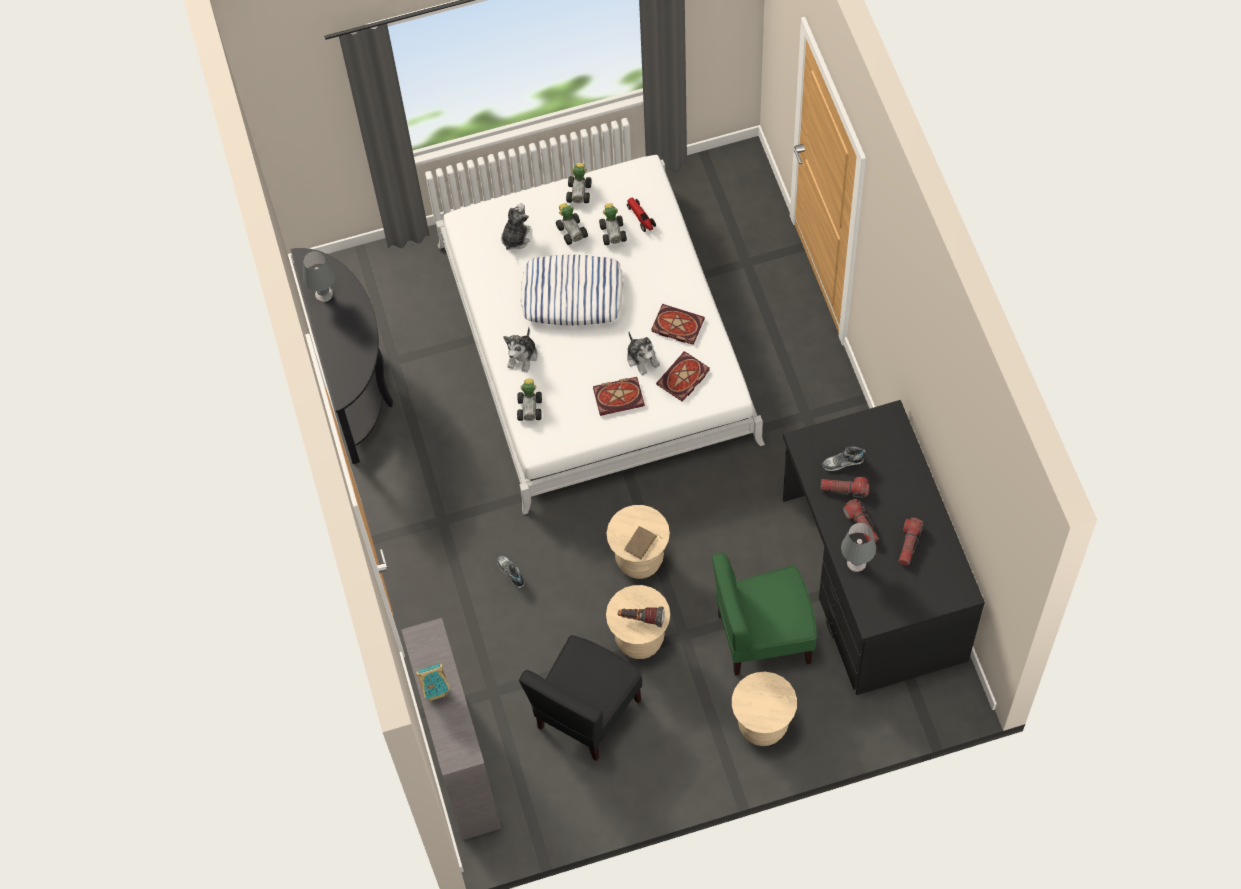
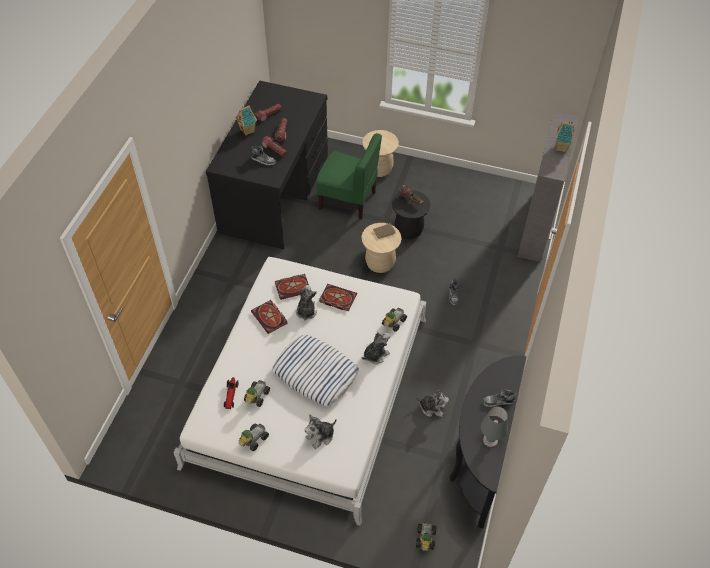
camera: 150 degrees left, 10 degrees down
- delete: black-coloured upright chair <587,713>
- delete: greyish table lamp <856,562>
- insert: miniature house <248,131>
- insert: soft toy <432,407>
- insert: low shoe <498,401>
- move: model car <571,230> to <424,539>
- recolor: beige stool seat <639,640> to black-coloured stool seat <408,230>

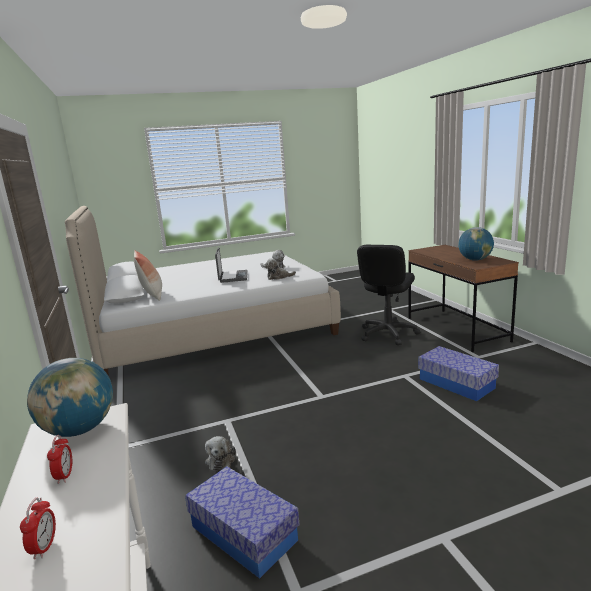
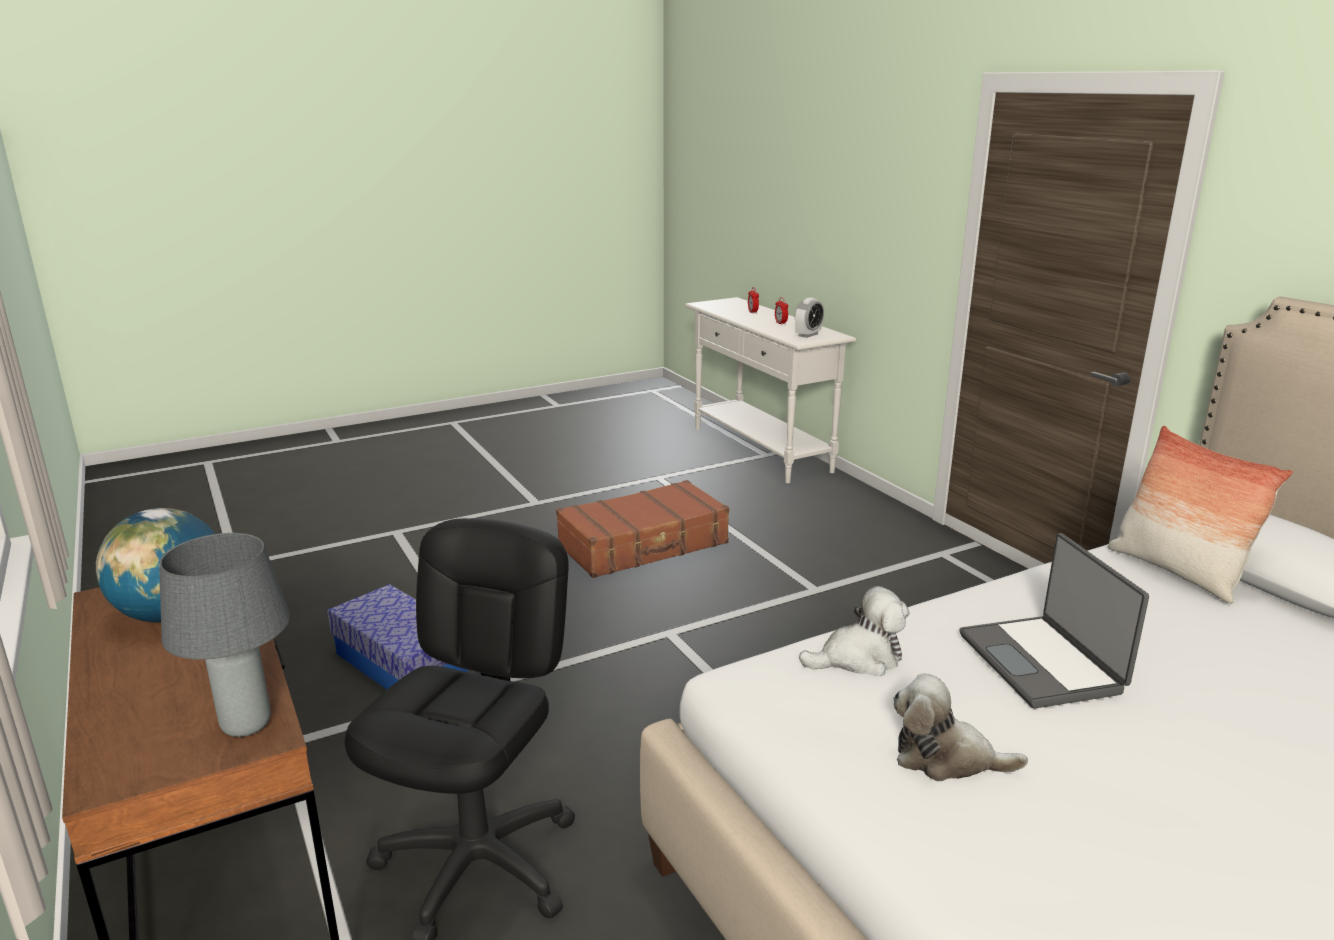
camera: 170 degrees right, 5 degrees up
- delete: storage container <243,533>
- delete: soft toy <220,460>
- insert: greyish table lamp <248,725>
- insert: brownish piece of luggage <644,545>
- replace: desk globe <79,430> to bedside clock <808,335>

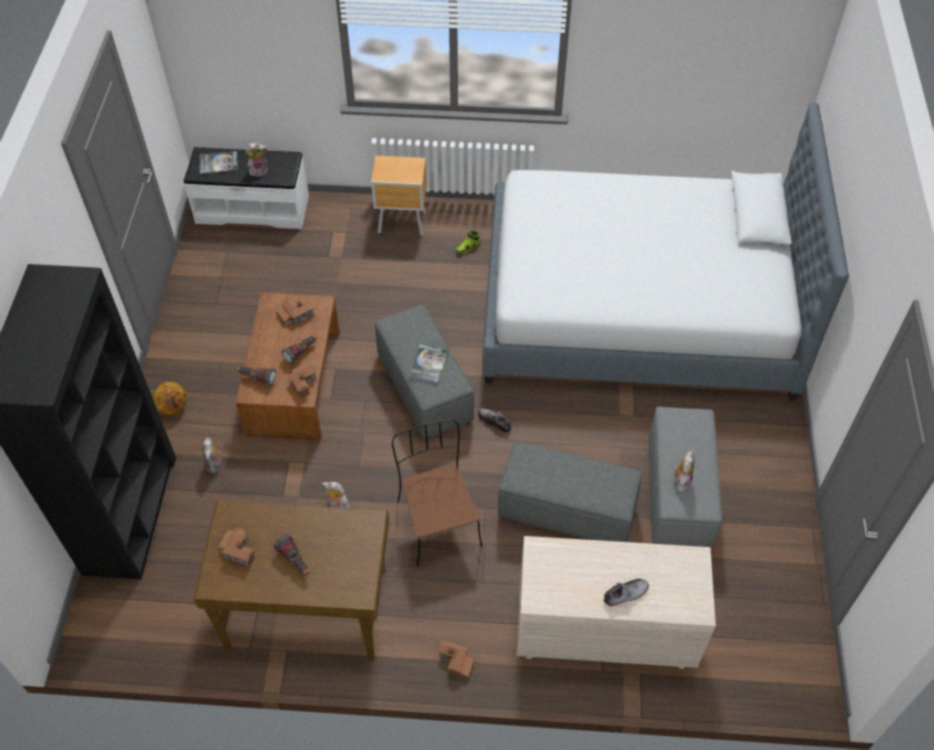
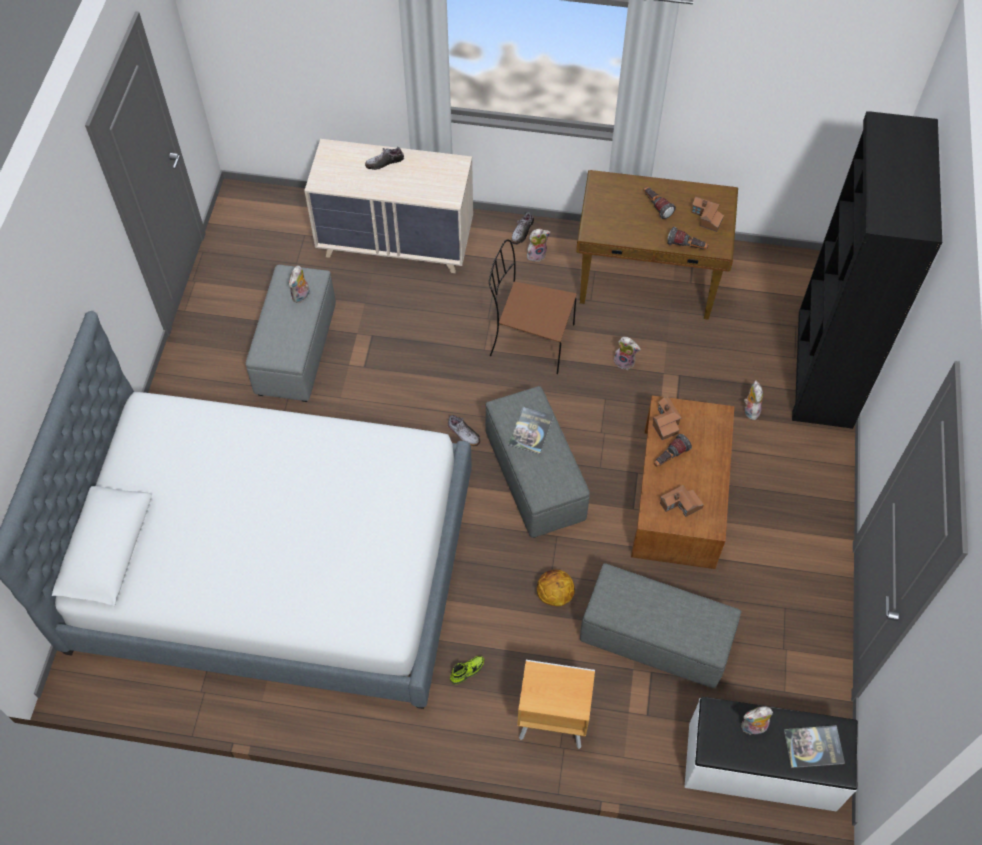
camera: 175 degrees left, 5 degrees up
- insert: soft toy <536,254>
- move: ball for basketball <173,407> to <554,595>
- move: hand torch <257,379> to <686,246>
- move: greyish footrest <567,510> to <653,638>
- replace: miniature house <455,662> to low shoe <522,232>
- rotate: brownish upright chair <437,522> = <529,340> 120 degrees clockwise

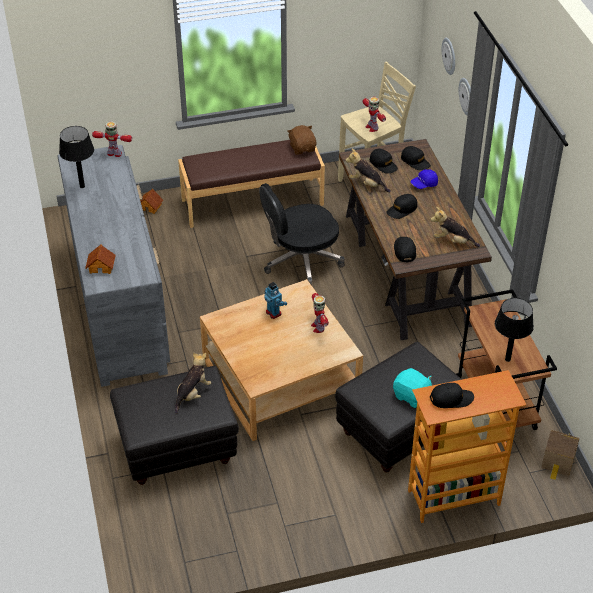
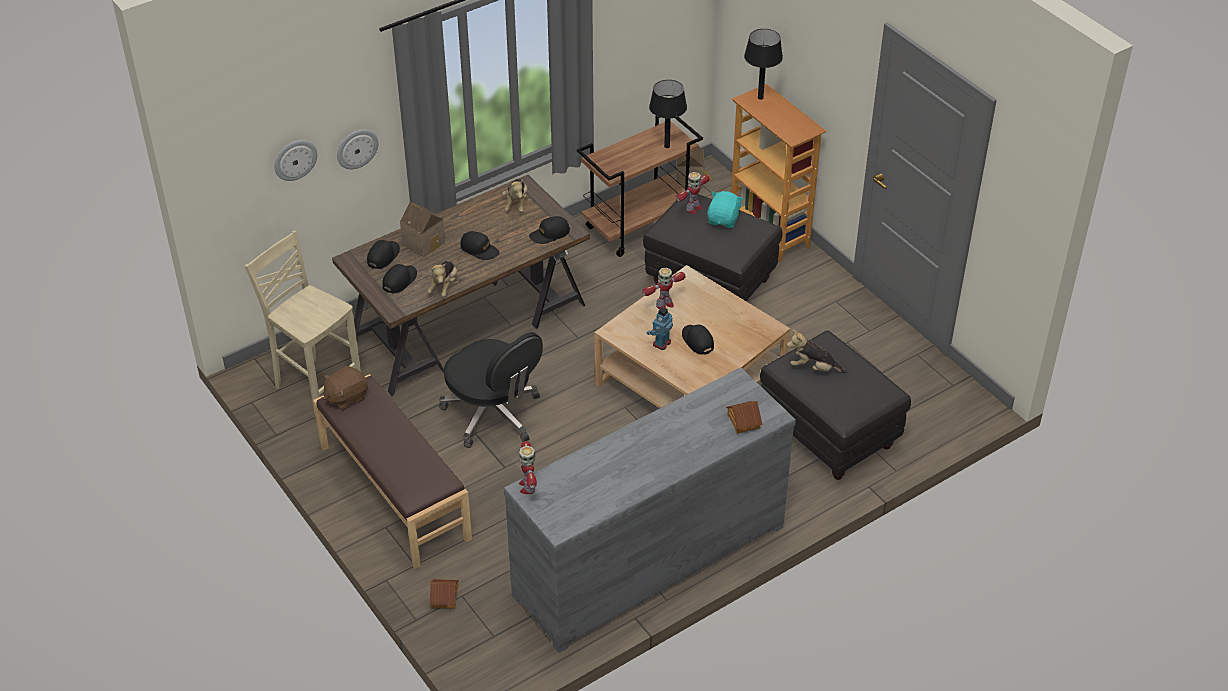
camera: 110 degrees left, 0 degrees up
- move: black-coloured table lamp <82,186> to <760,98>
- move: toy robot <372,127> to <693,208>
- move: black-coloured peaked cap <451,399> to <697,341>
- replace: bluish peaked cap <424,184> to miniature house <425,242>

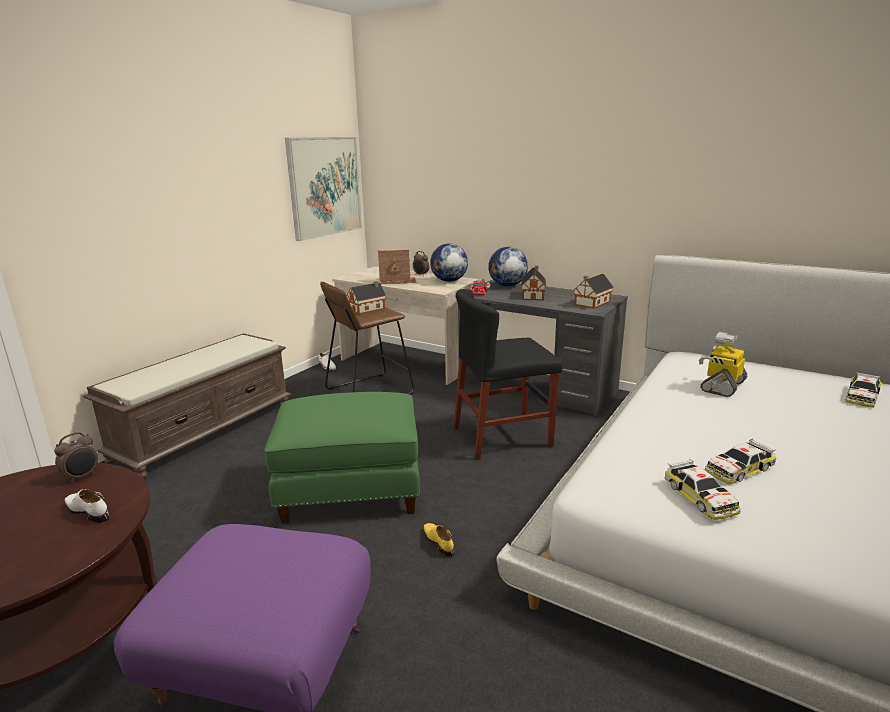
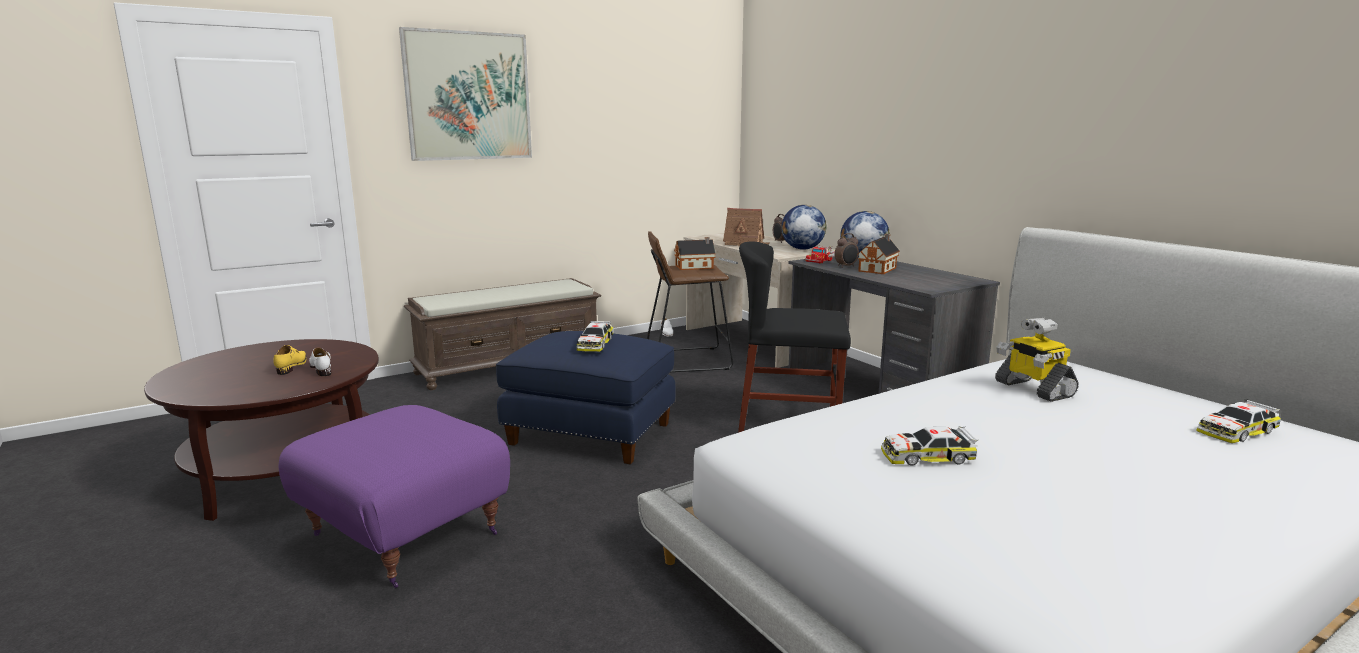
camera: 25 degrees right, 5 degrees down
- delete: miniature house <591,303>
- move: bedside clock <82,477> to <846,266>
- move: wall art <325,187> to <468,96>
- move: yellow-coloured low shoe <438,542> to <292,366>
- move: model car <700,497> to <595,344>
- recolor: green footrest <351,489> to bluish footrest <592,433>
- rotate: toy robot <721,386> = <1032,389> 90 degrees counterclockwise

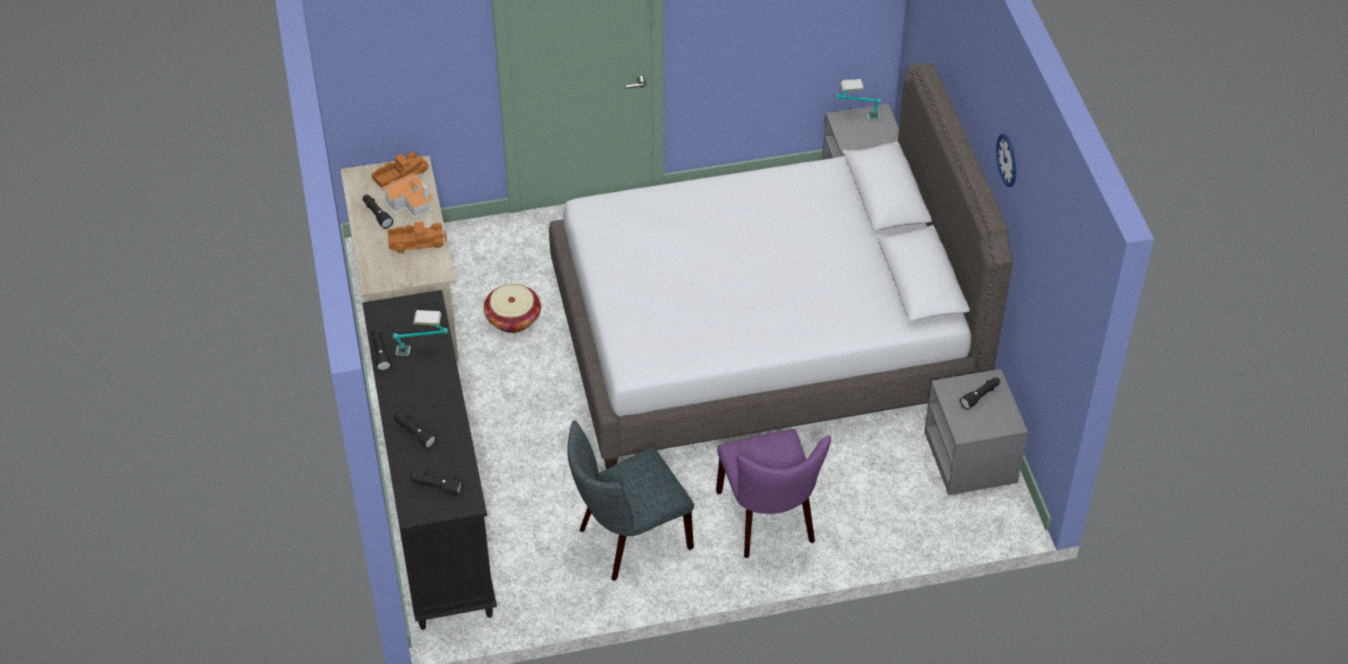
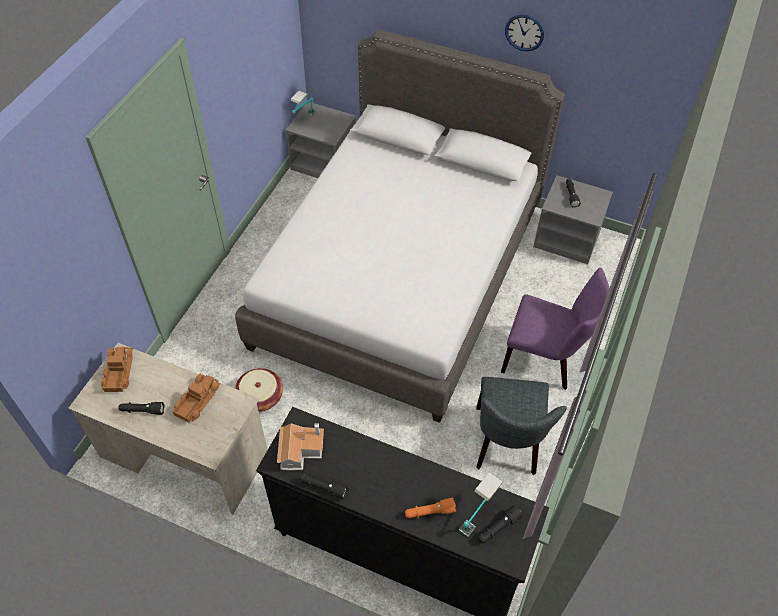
camera: 55 degrees left, 5 degrees up
- move: miniature house <410,203> to <300,450>
- move: table lamp <423,352> to <478,514>
- recolor: black-coloured hand torch <414,433> to orange hand torch <429,512>

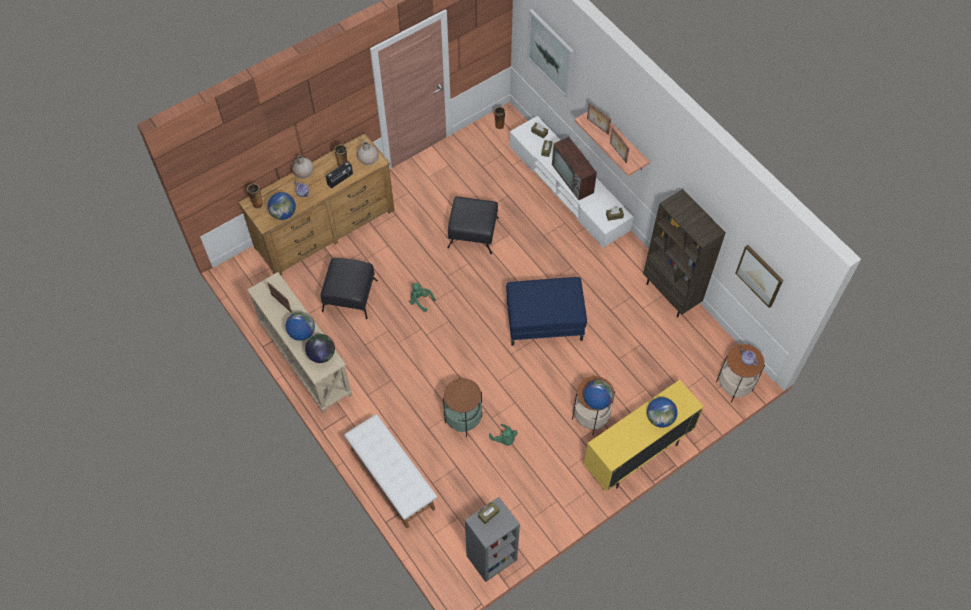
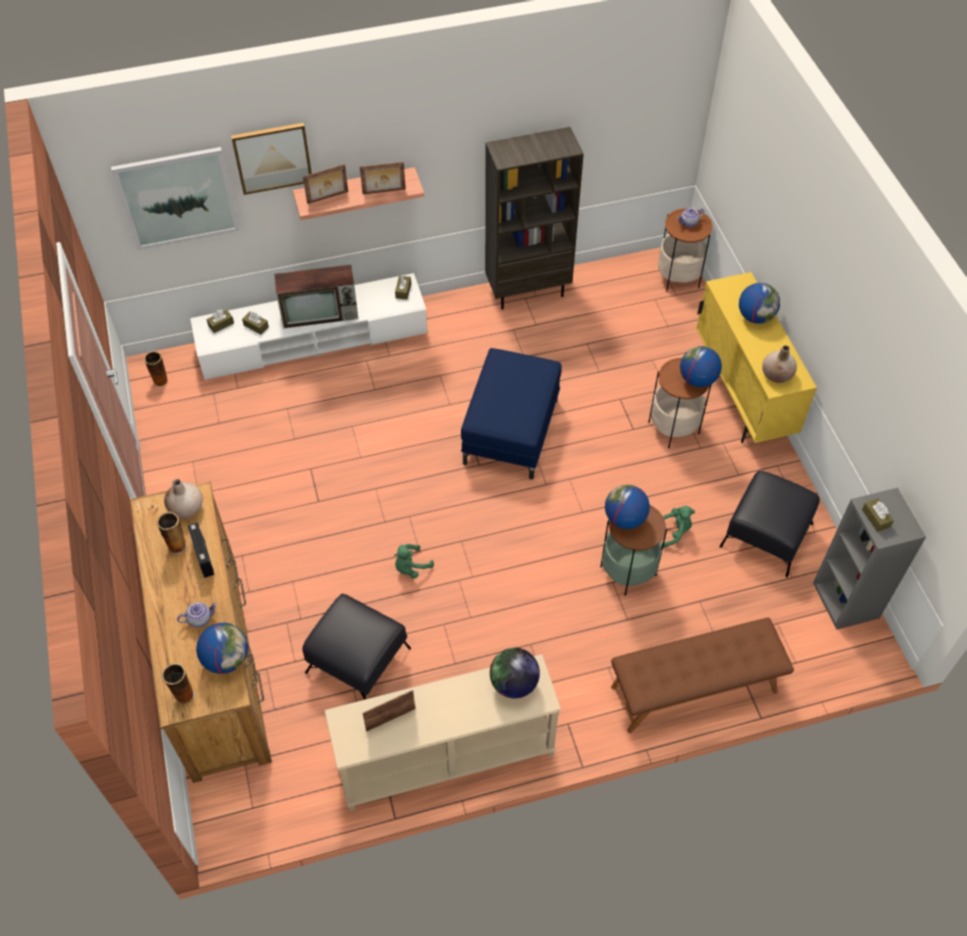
camera: 70 degrees left, 5 degrees down
- move: desk globe <302,333> to <624,519>
- move: beige decorative vase <303,173> to <777,375>
- move: black-coloured footrest <472,232> to <765,535>
- move: wall art <760,275> to <272,157>
- recolor: whitish bench <392,479> to brownish bench <694,690>

